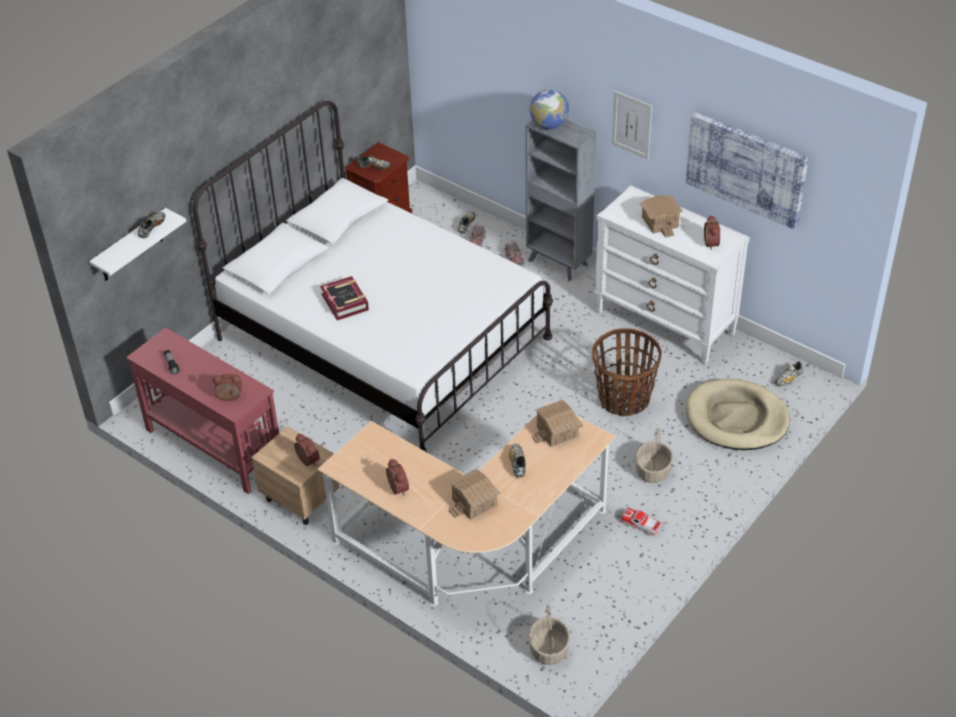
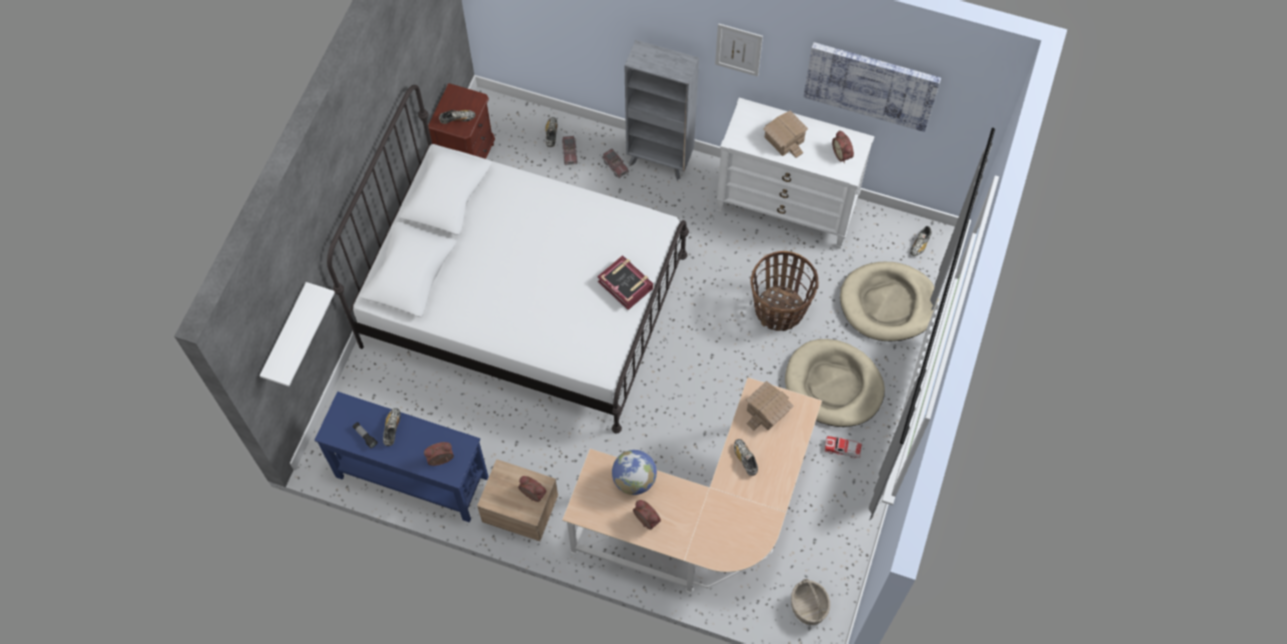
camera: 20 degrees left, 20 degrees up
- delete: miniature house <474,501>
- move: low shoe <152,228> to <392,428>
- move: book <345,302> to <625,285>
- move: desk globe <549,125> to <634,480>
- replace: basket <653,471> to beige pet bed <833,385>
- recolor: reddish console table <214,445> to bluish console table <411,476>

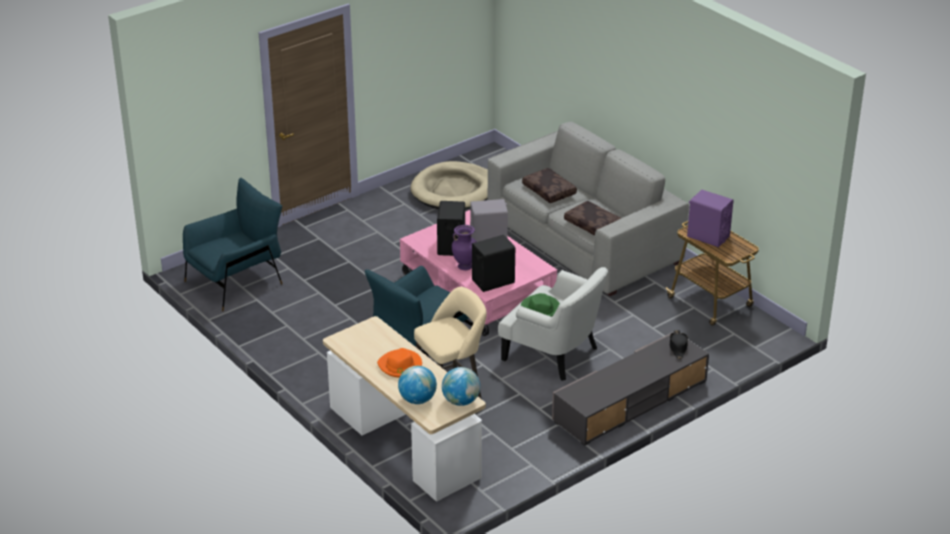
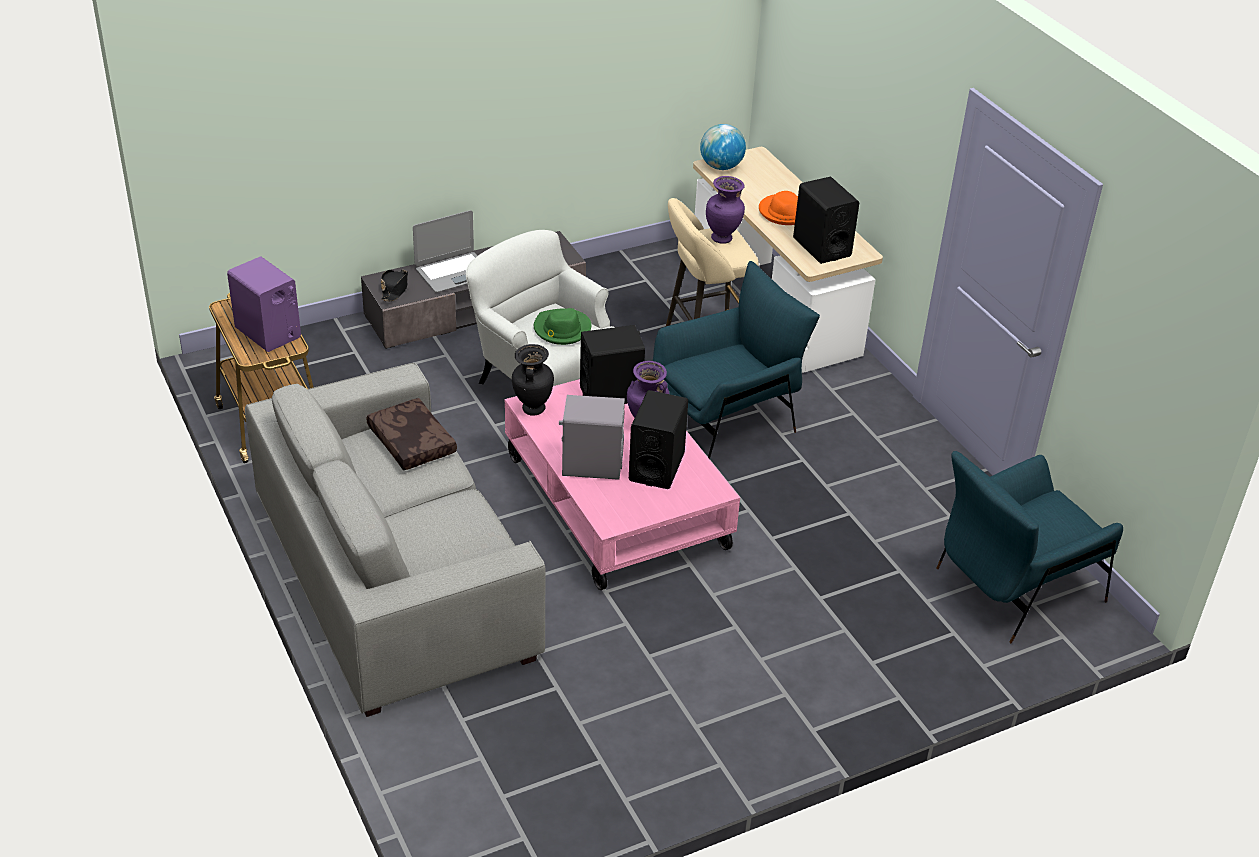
camera: 170 degrees left, 5 degrees up
- delete: desk globe <417,399>
- delete: beige pet bed <454,190>
- delete: brownish pillow <550,191>
- insert: notebook computer <454,273>
- insert: black-coloured decorative vase <532,409>
- insert: purple-coloured decorative vase <722,239>
- insert: black-coloured loudspeaker <821,247>

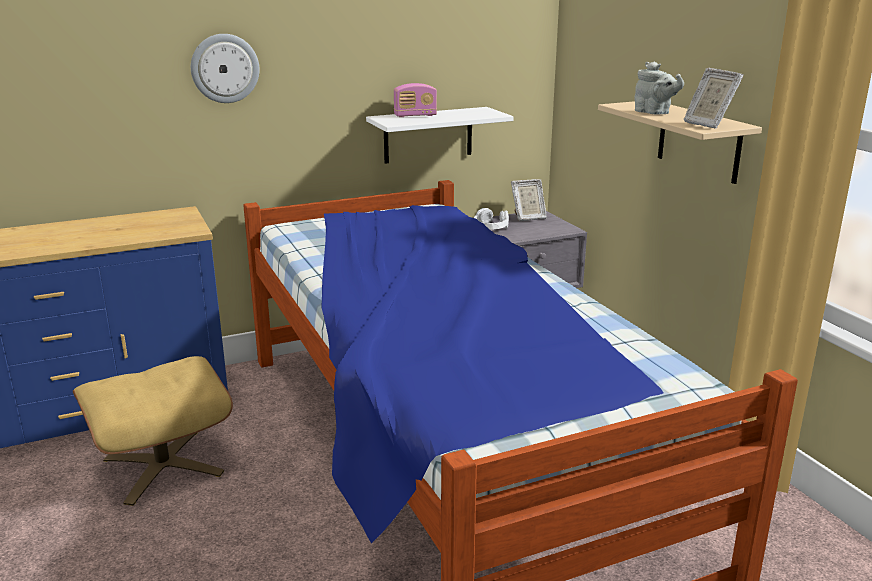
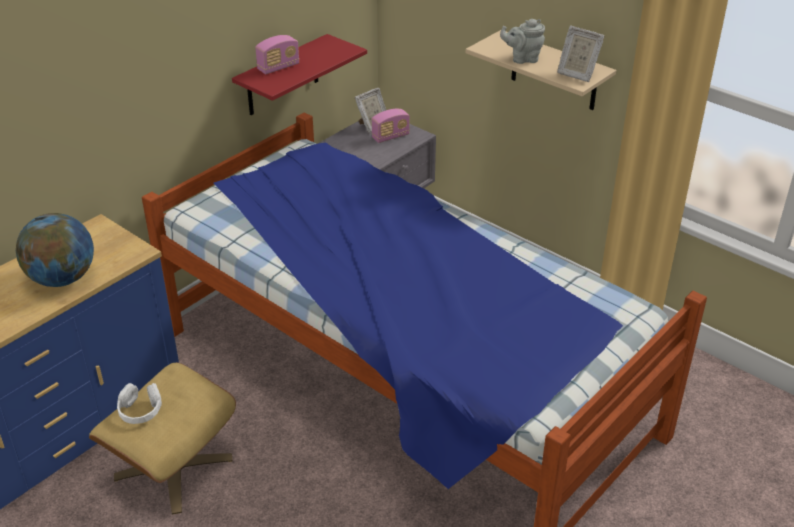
camera: 25 degrees left, 15 degrees up
- delete: hanging clock <225,68>
- insert: desk globe <62,278>
- insert: radio set <390,137>
- move: whitish headphones <490,228> to <140,410>
- recolor: whitish shelf <428,135> to reddish shelf <282,76>
- rotate: greyish pot for tea <654,113> = <522,59> 150 degrees clockwise

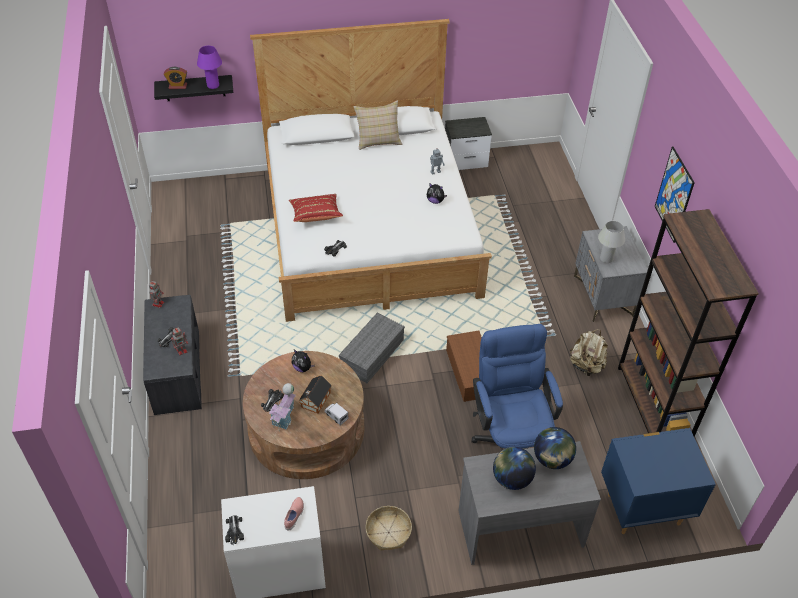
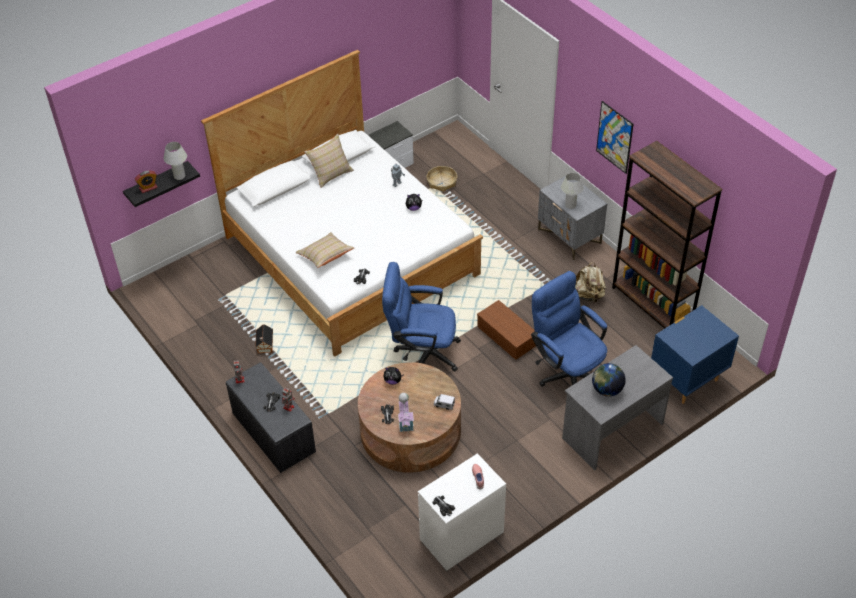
camera: 25 degrees left, 0 degrees up
- delete: desk globe <552,459>
- move: miniature house <315,401> to <265,345>
- move: basket <388,532> to <441,182>
- replace: greyish storage container <372,353> to bluish office chair <421,352>
- recolor: purple-coloured table lamp <213,85> to whitish table lamp <179,176>
- recolor: reddish pillow <316,215> to beige pillow <325,256>

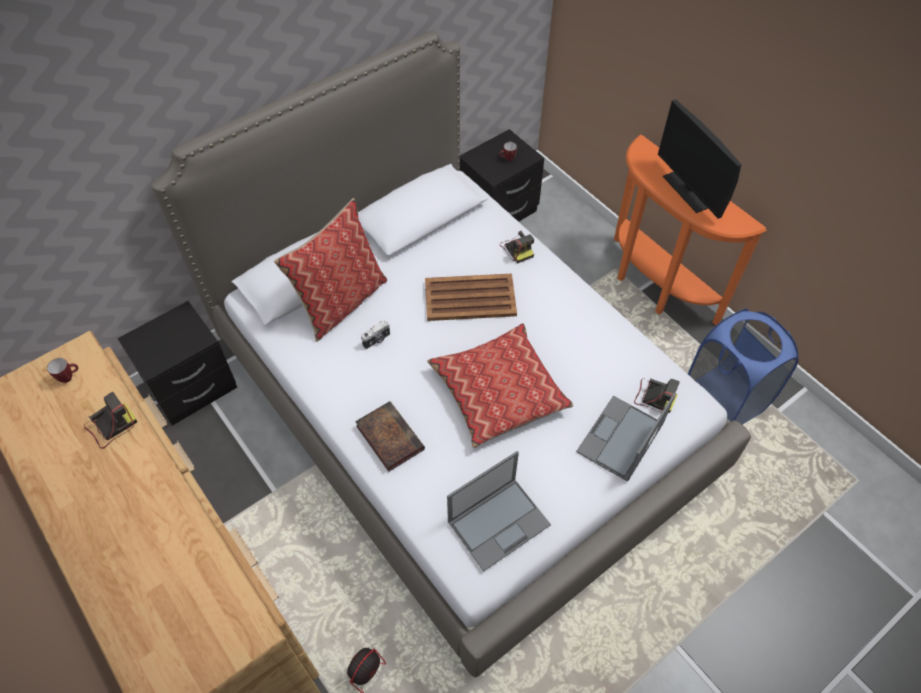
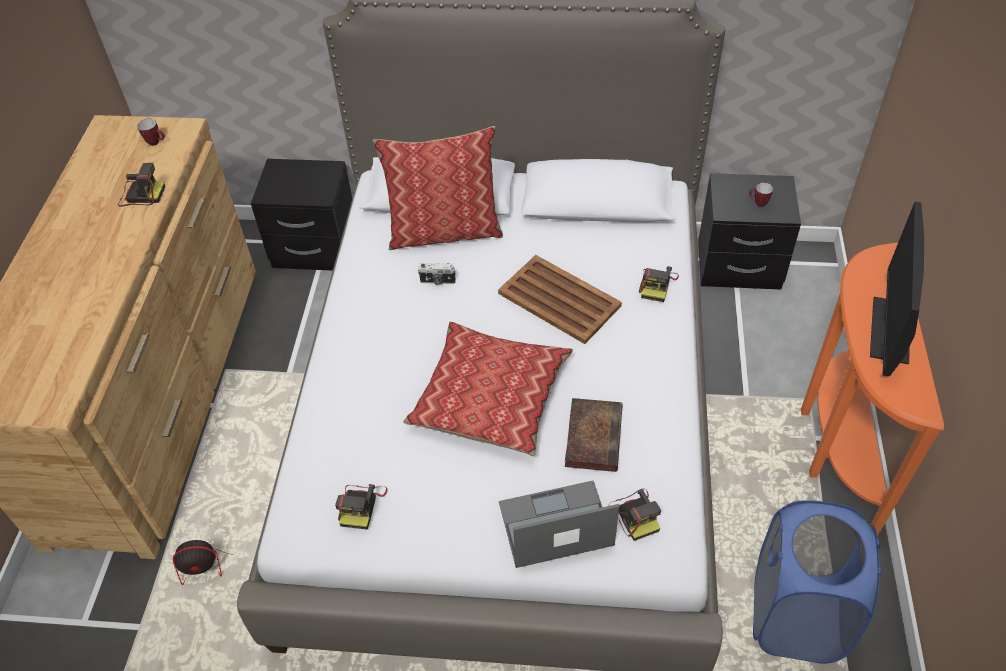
camera: 45 degrees right, 5 degrees down
- move: book <388,437> to <593,435>
- replace: notebook computer <499,522> to still camera <361,505>

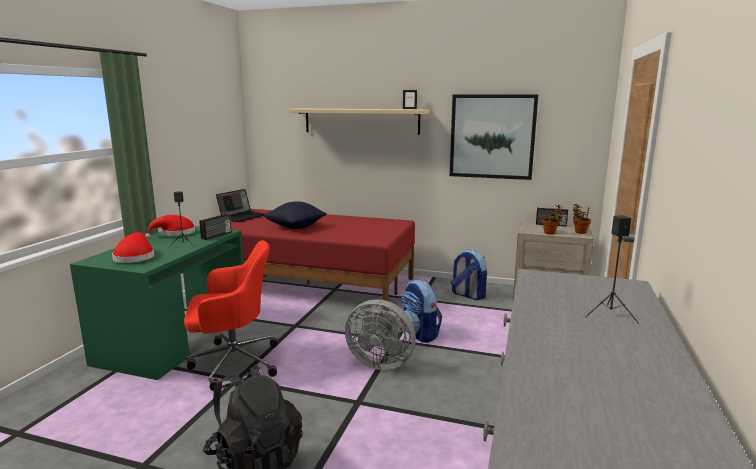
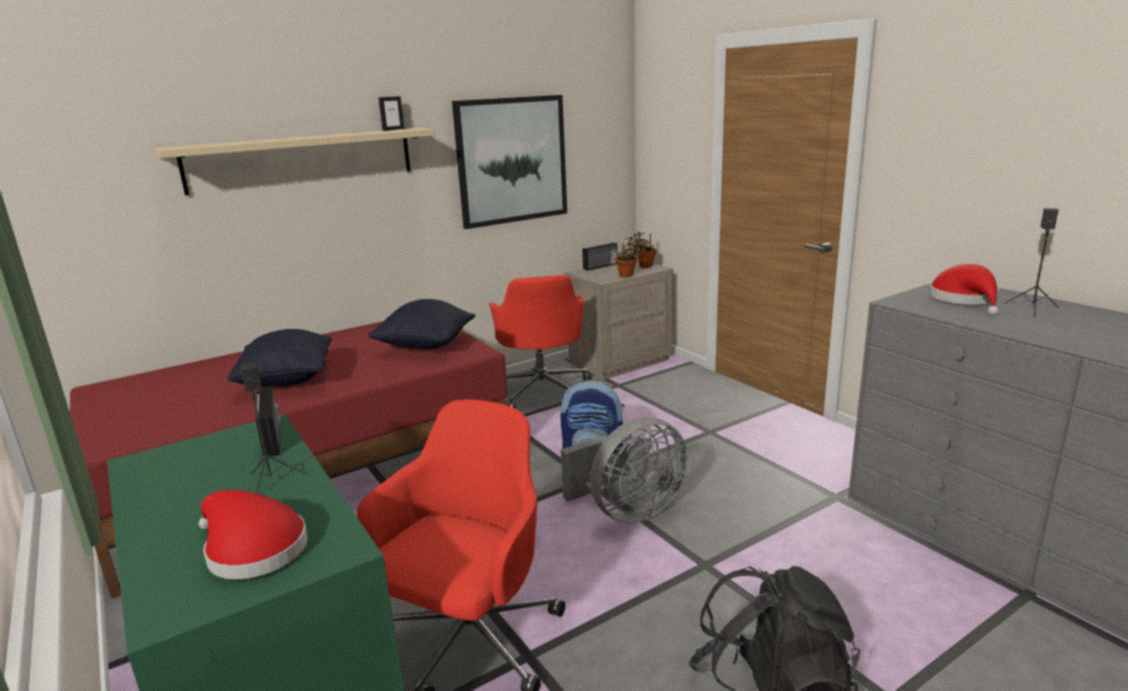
camera: 50 degrees left, 5 degrees up
- delete: notebook computer <242,216>
- insert: black-coloured pillow <426,347>
- move: reddish wearable hat <175,233> to <965,300>
- replace: backpack <468,295> to reddish office chair <542,391>

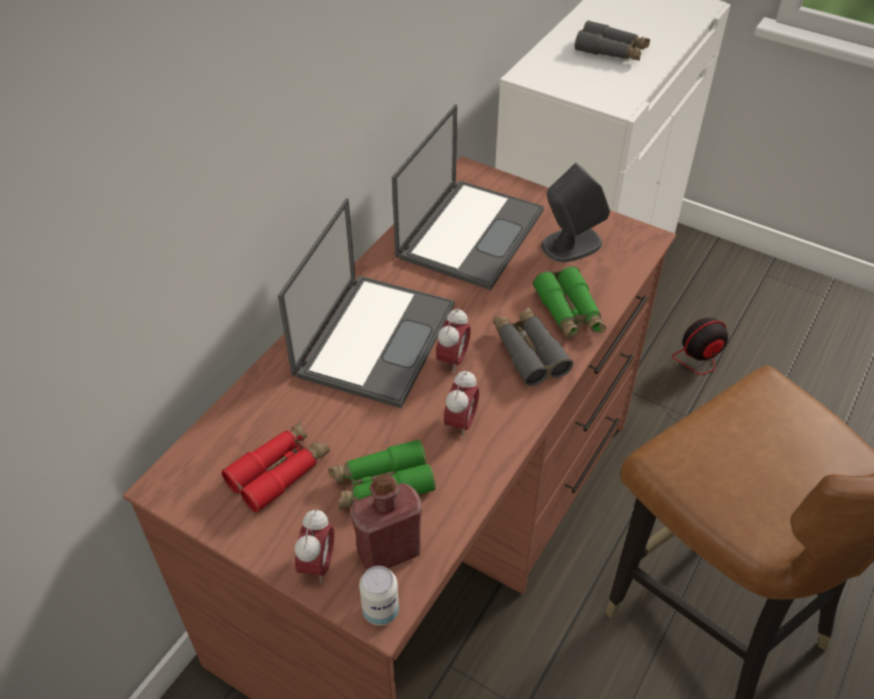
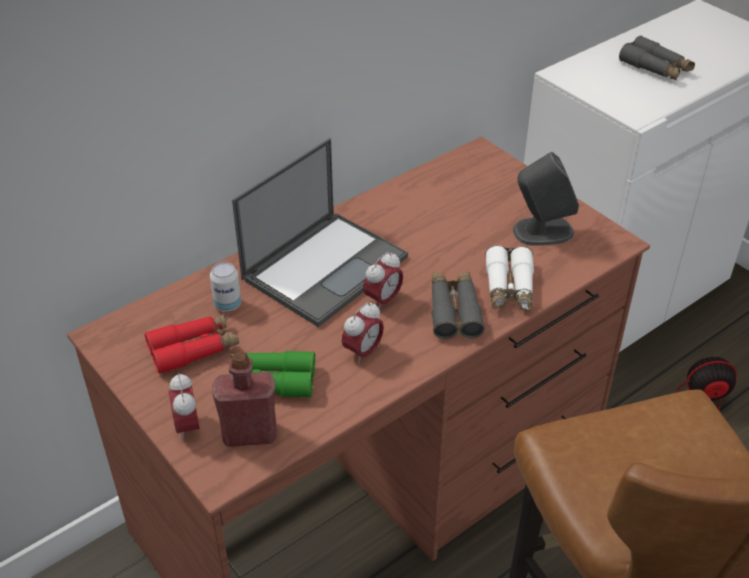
camera: 20 degrees right, 5 degrees down
- delete: notebook computer <470,232>
- move: metal can <380,610> to <228,304>
- recolor: green pair of binoculars <569,312> to whitish pair of binoculars <509,287>
- rotate: bedside clock <317,564> = <188,427> 135 degrees clockwise

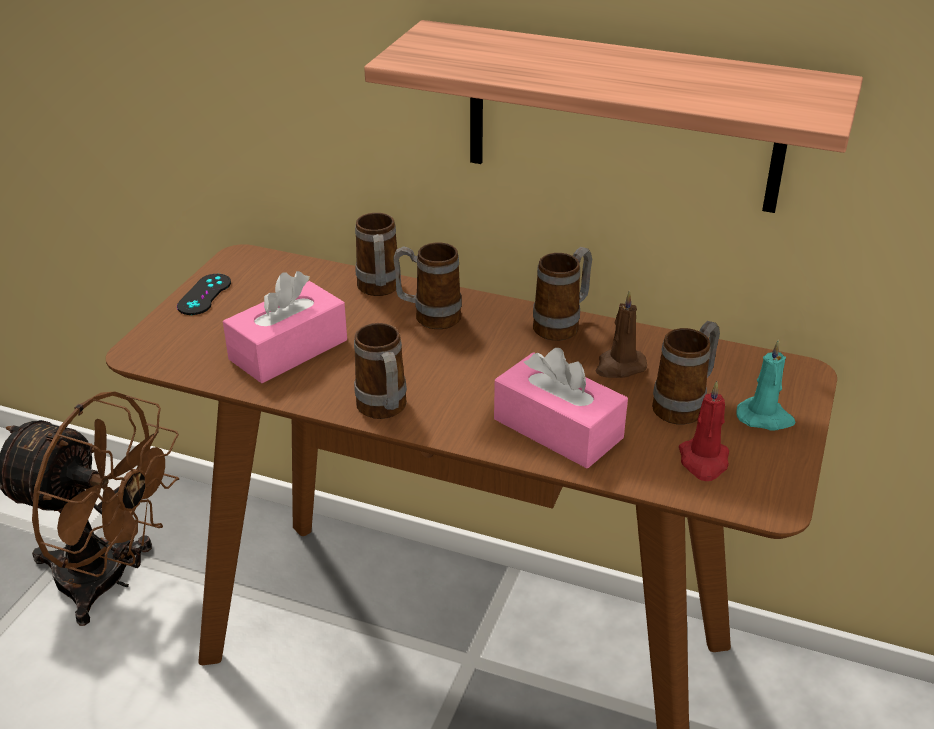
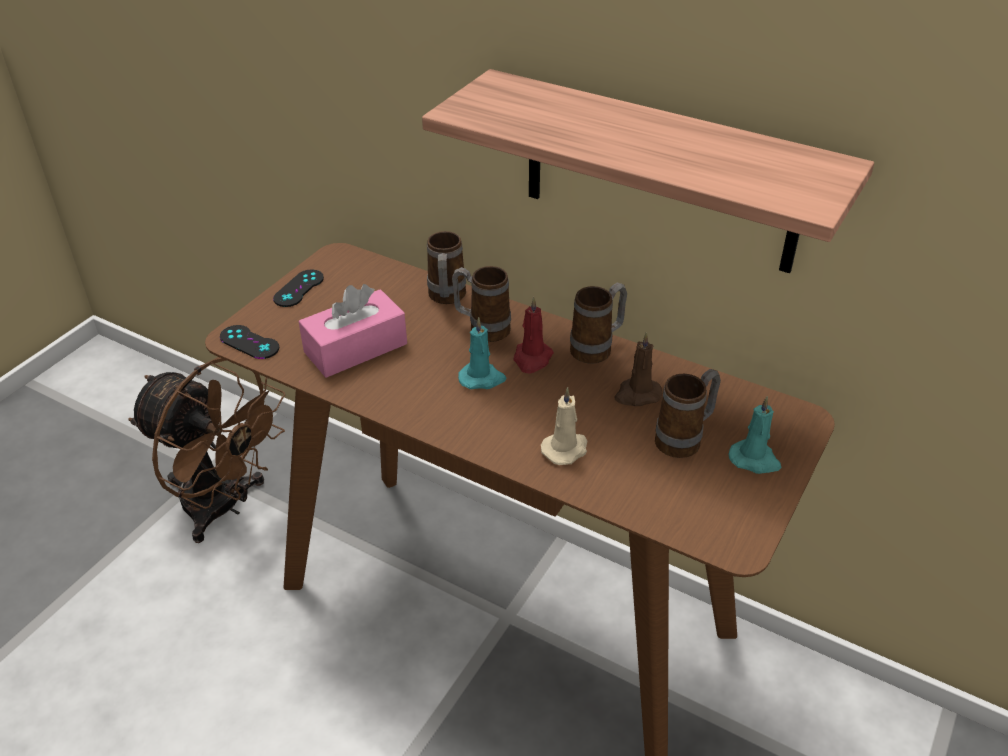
camera: 10 degrees right, 5 degrees up
- delete: coffee mug <384,411>
- insert: black-coloured gamepad <249,342>
- insert: blue-green candle <482,378>
- move: reddish candle <704,461> to <532,359>
- replace: pinkish tissue box <558,428> to beige candle <566,449>

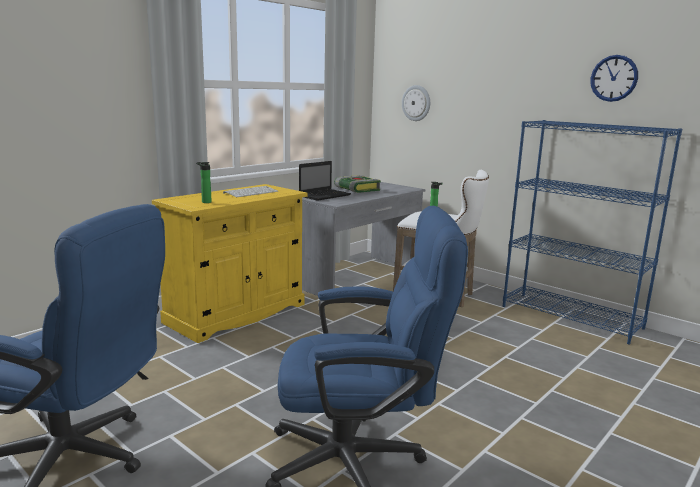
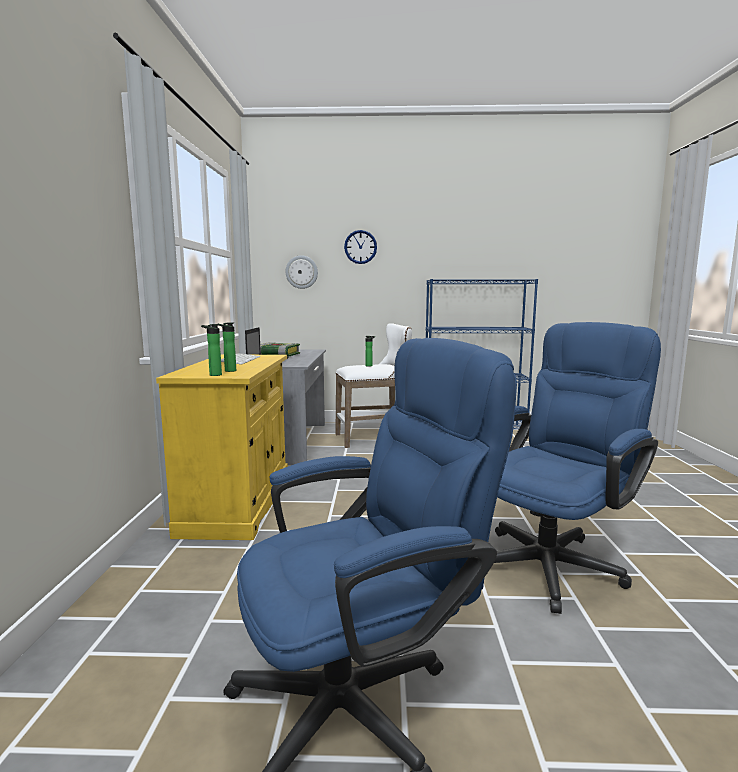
camera: 40 degrees left, 5 degrees down
- insert: beverage bottle <213,375>
- move: hanging clock <614,78> to <360,247>

